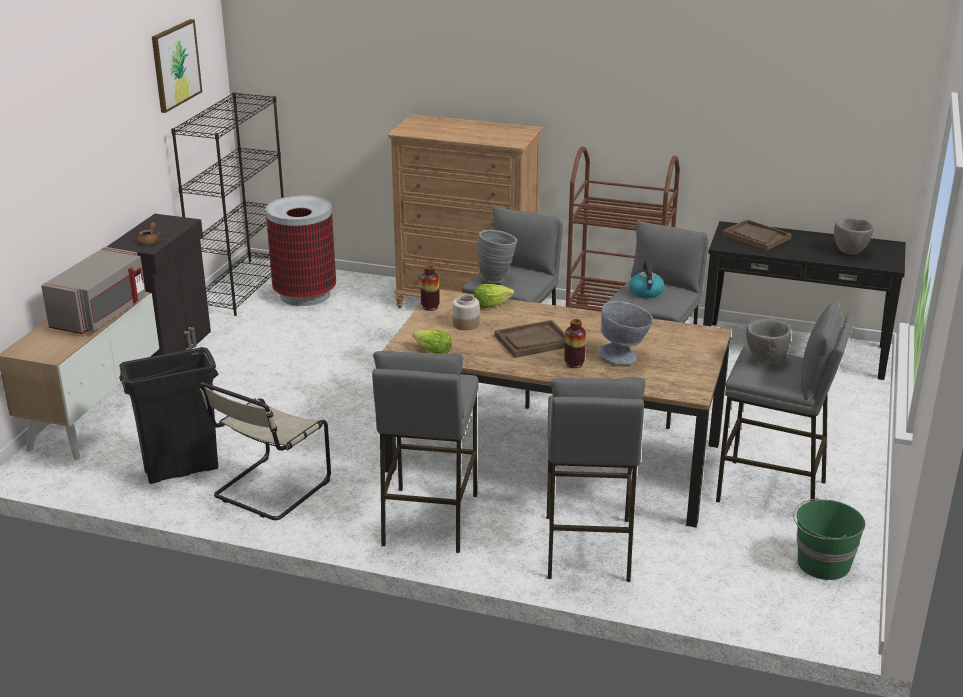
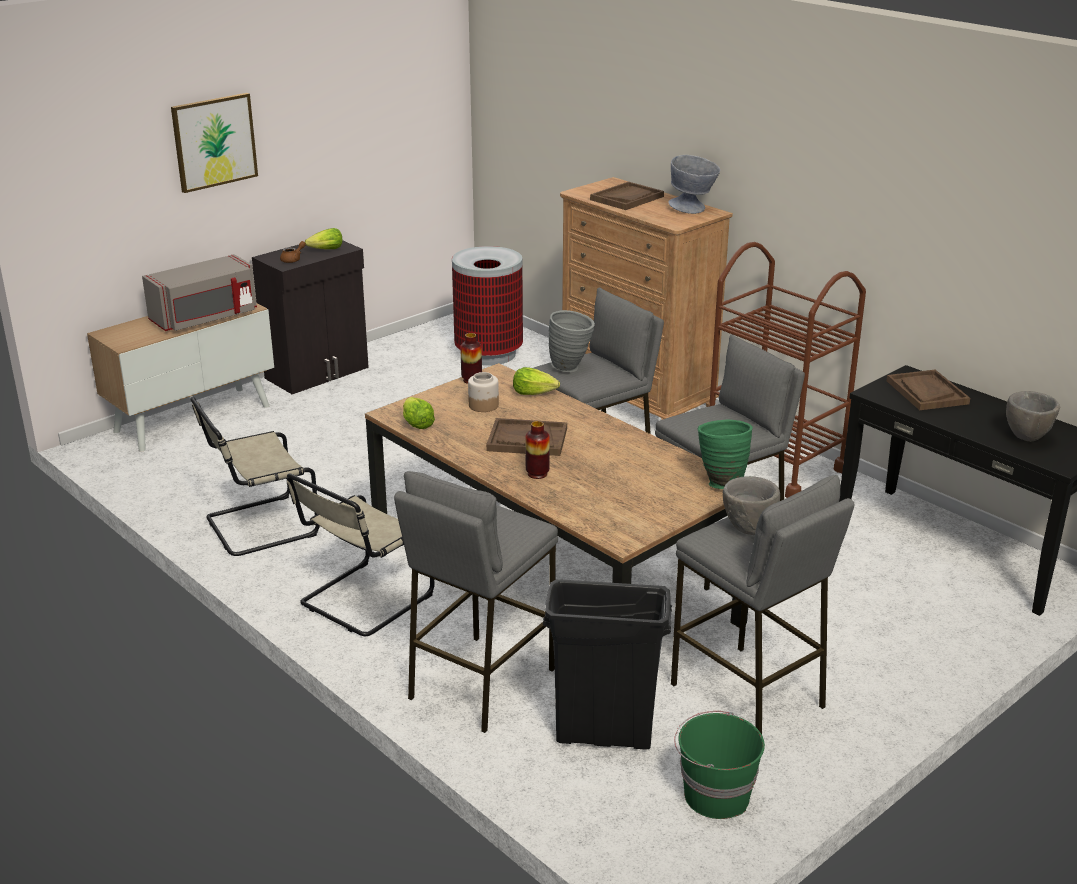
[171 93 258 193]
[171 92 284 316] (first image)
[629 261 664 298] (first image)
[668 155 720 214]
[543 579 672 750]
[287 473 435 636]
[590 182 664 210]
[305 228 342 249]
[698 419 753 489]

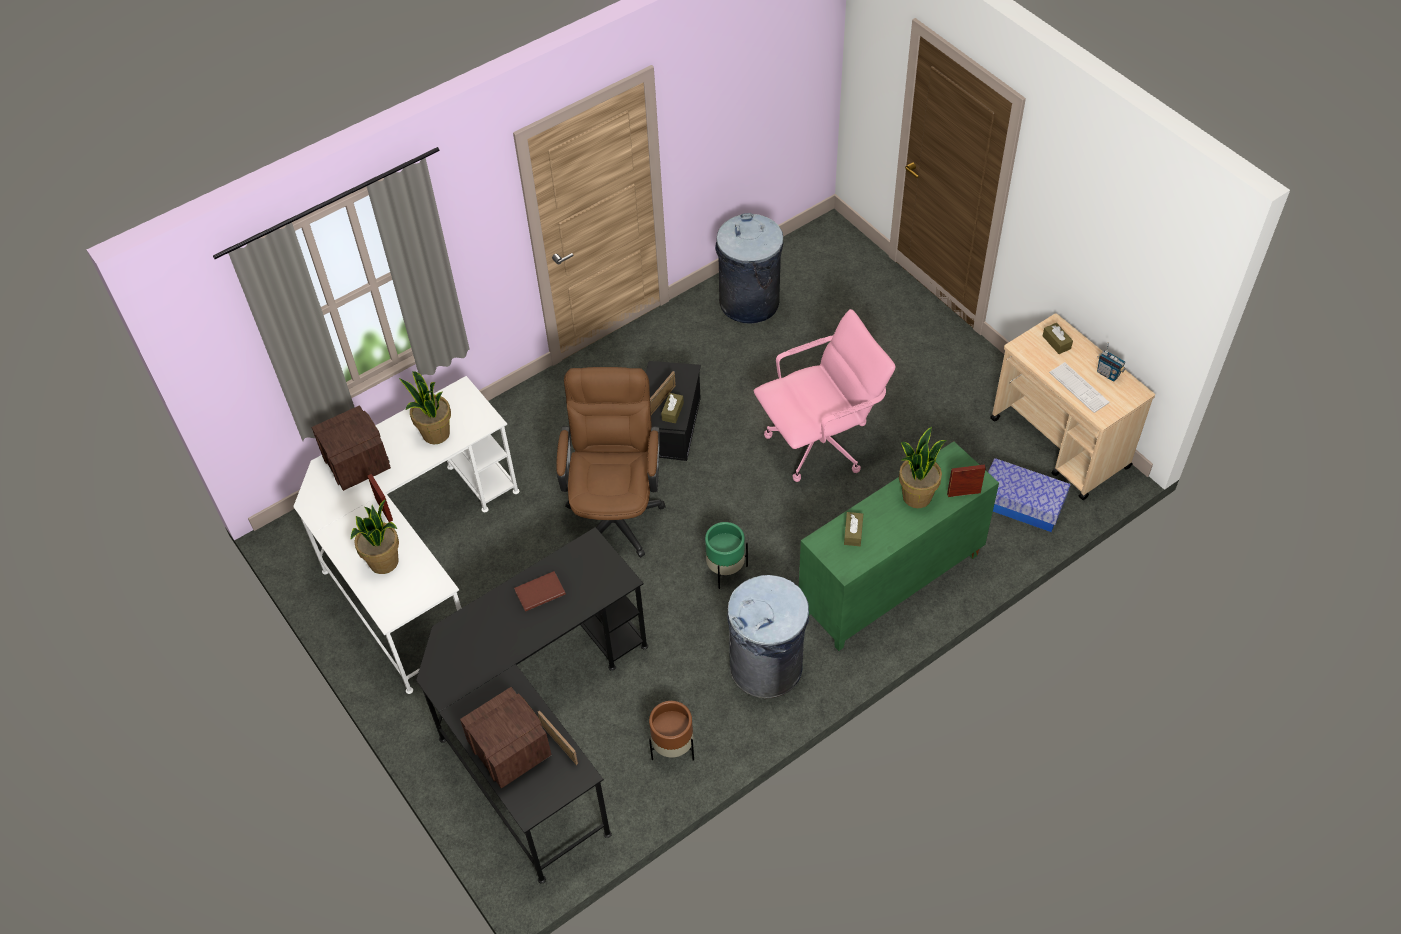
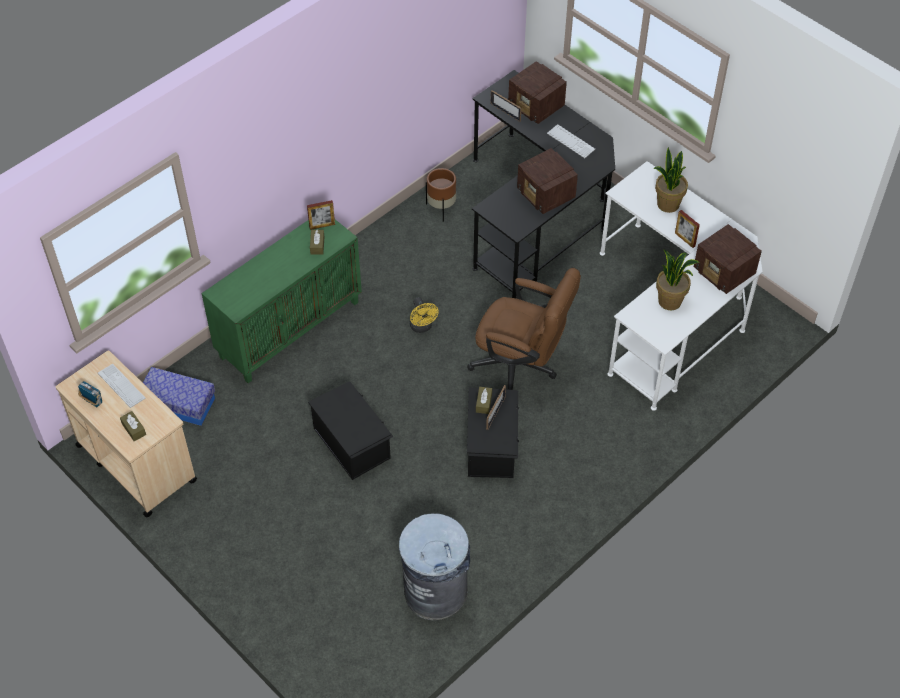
[308 381 393 480]
[467 268 581 390]
[899 427 947 508] (first image)
[307 200 335 230]
[410 297 439 333]
[517 148 578 214]
[728 575 809 699] (first image)
[547 124 595 158]

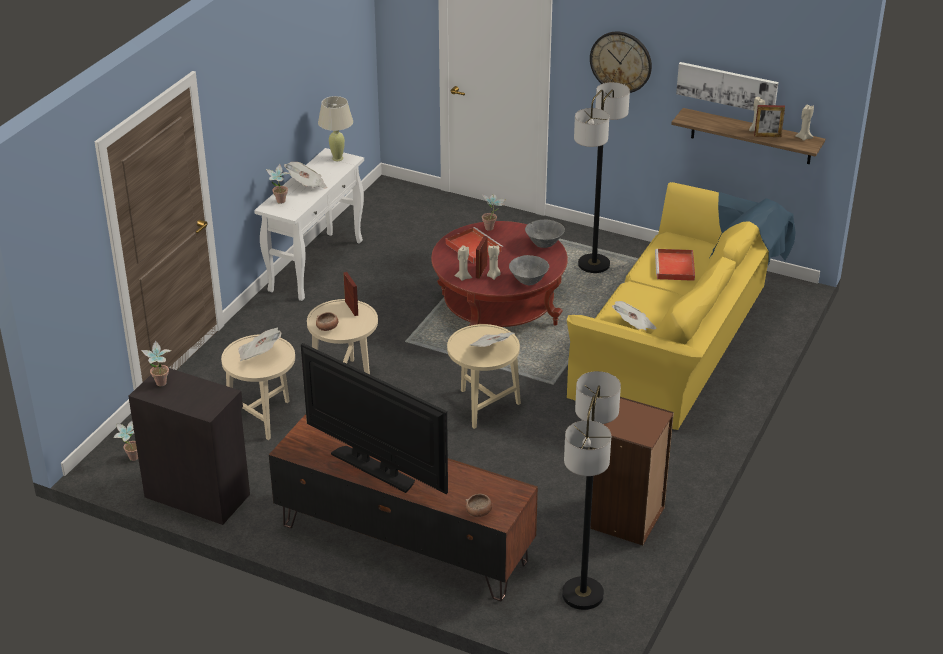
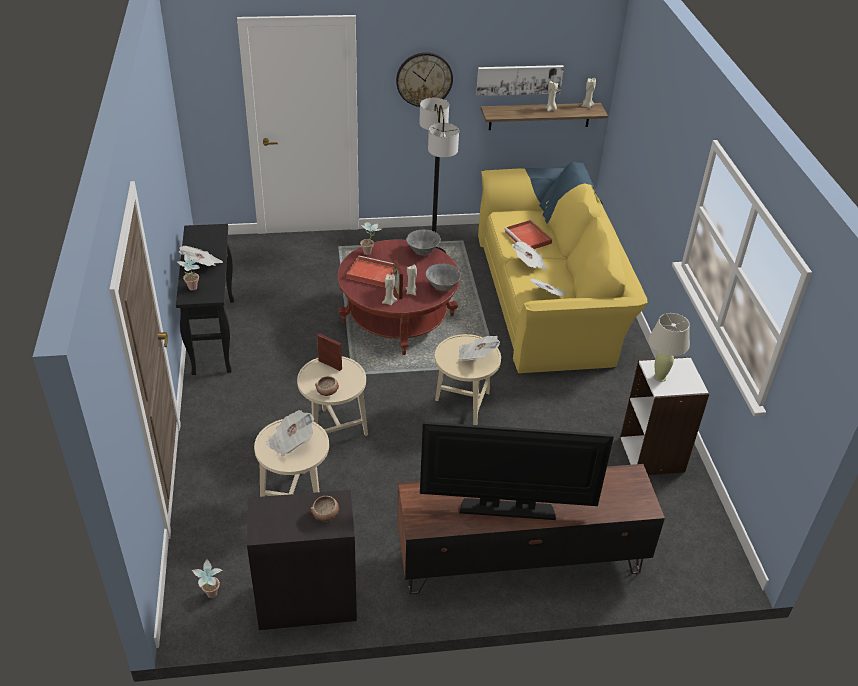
[649 313 690 382]
[754 105 785 137] (first image)
[176 224 234 375]
[141 340 171 386] (first image)
[562 371 621 610] (first image)
[620 356 710 475]
[311 496 339 521]
[512 242 547 270]

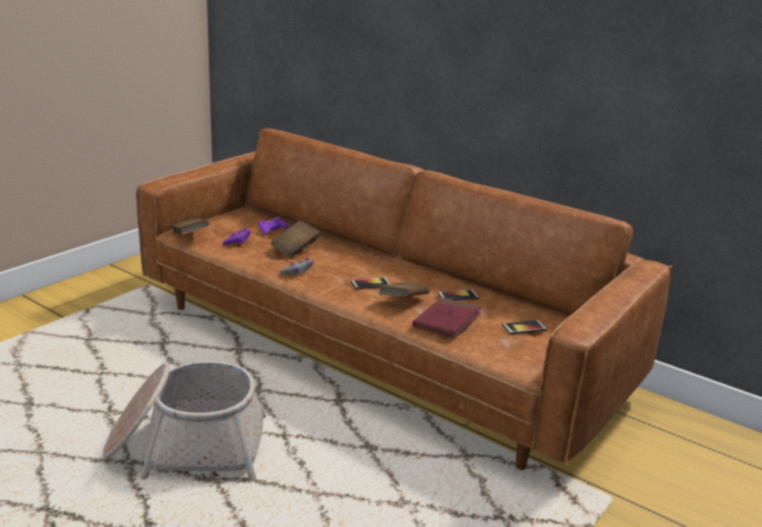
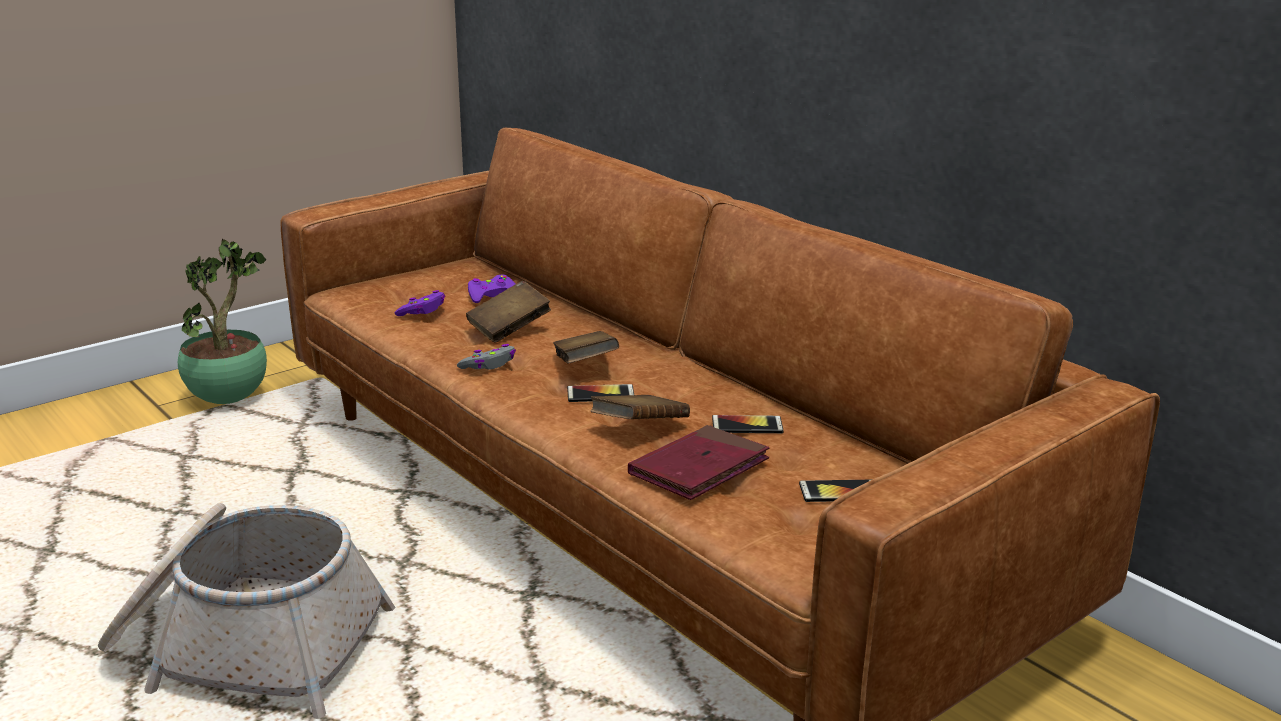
[553 331 619 364]
[178 239 267 404]

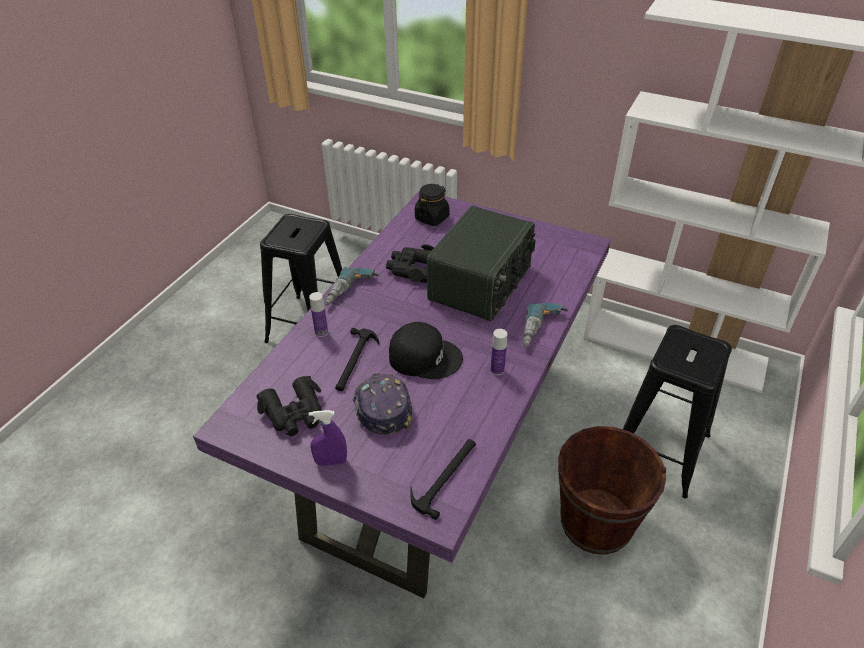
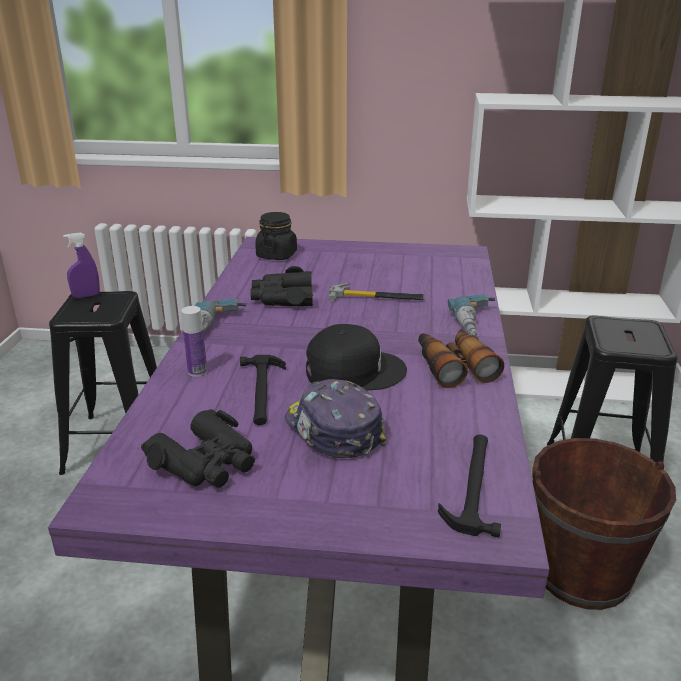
[328 283 424 302]
[418 329 504 388]
[63 233 100 298]

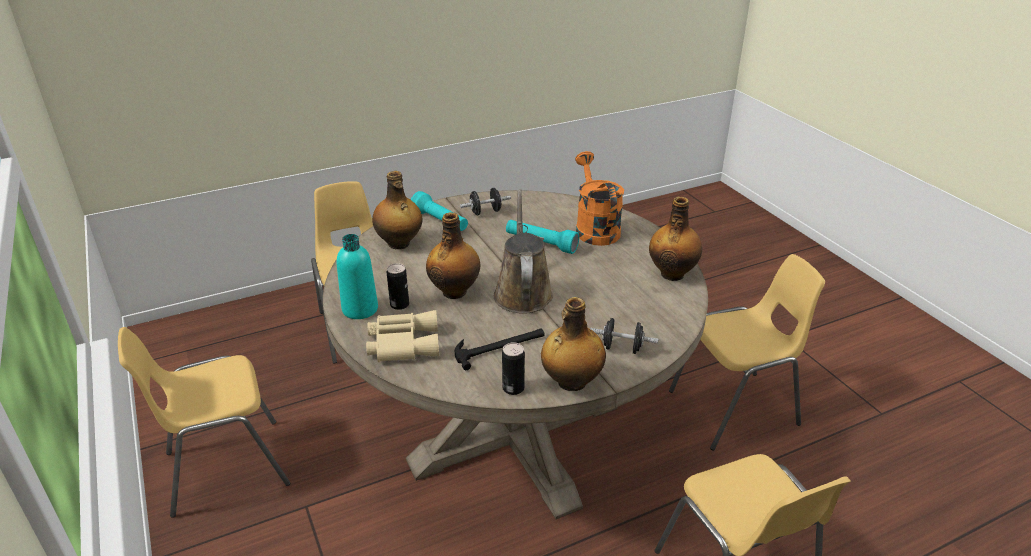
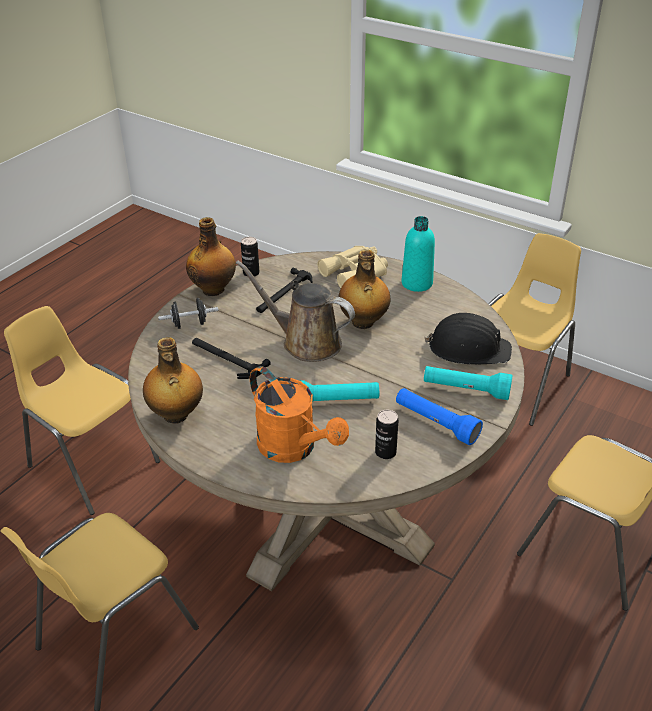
[425 313 512 364]
[396 388 483 445]
[236 260 355 362]
[375 410 398 459]
[192 338 271 379]

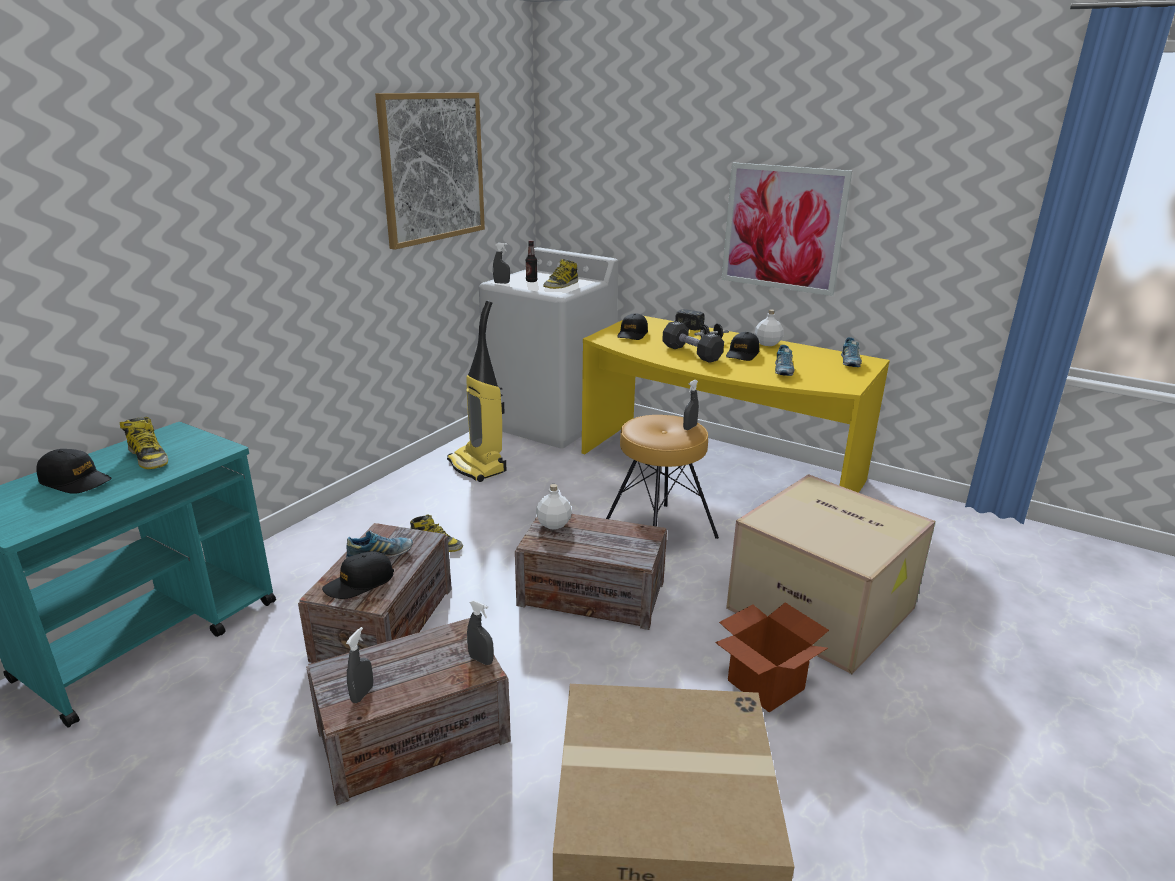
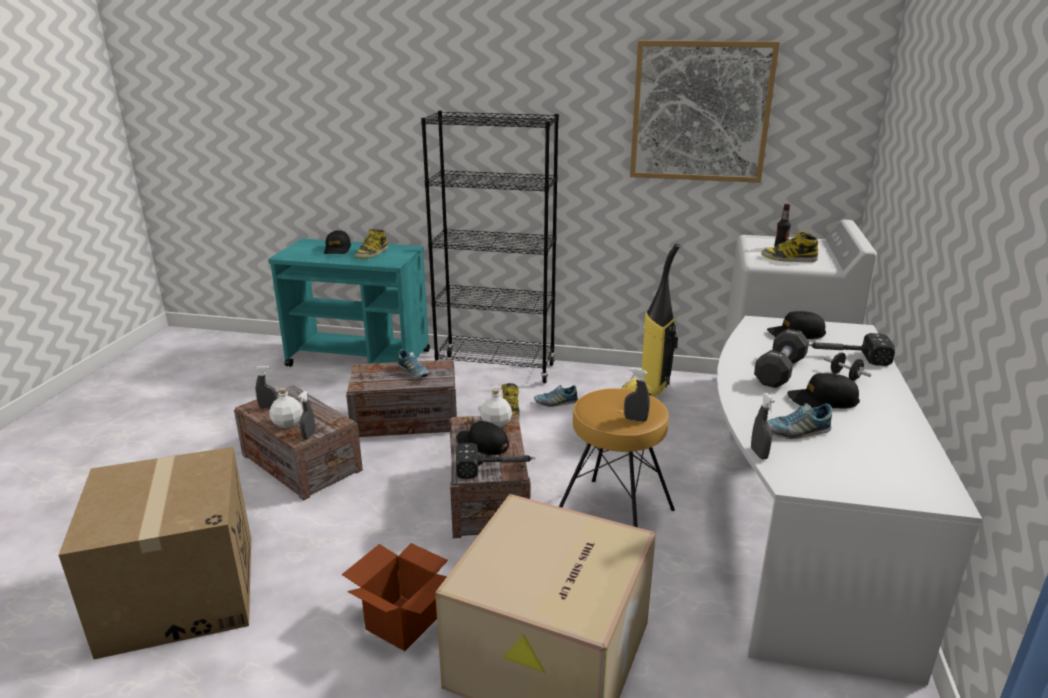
[722 162 852 296] (first image)
[751 393 775 459]
[269 388 303 428]
[716 316 982 686]
[534 385 578 407]
[456 421 509 455]
[421 111 559 383]
[456 443 535 479]

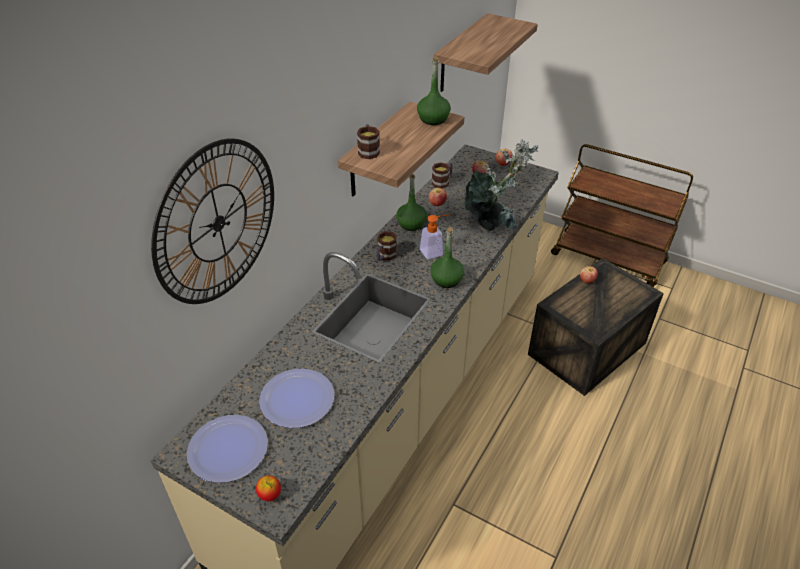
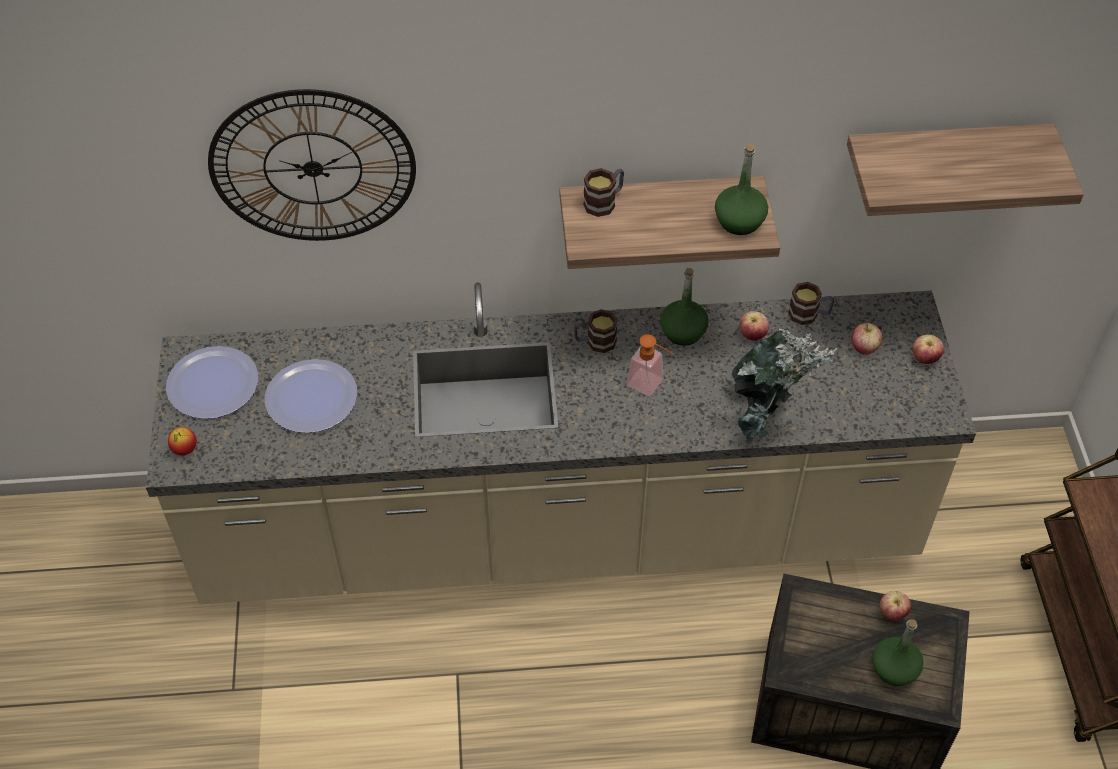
[872 619 924 686]

